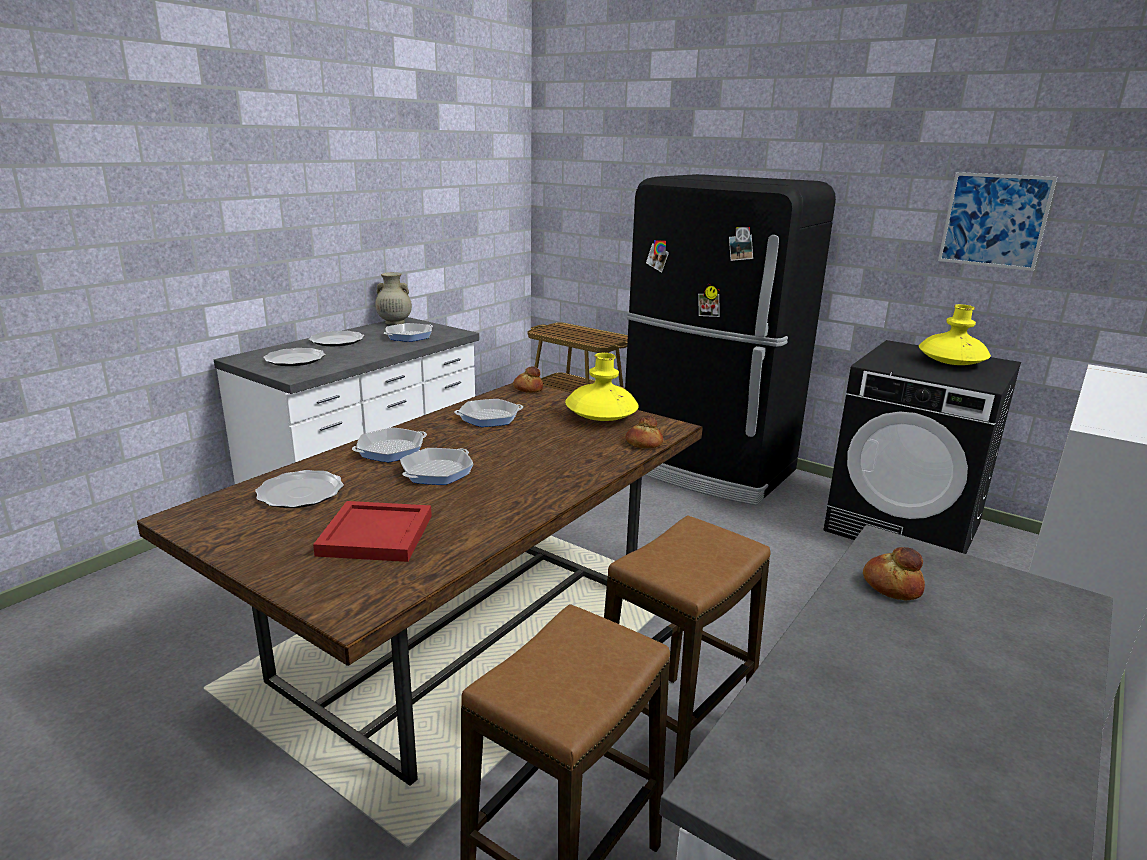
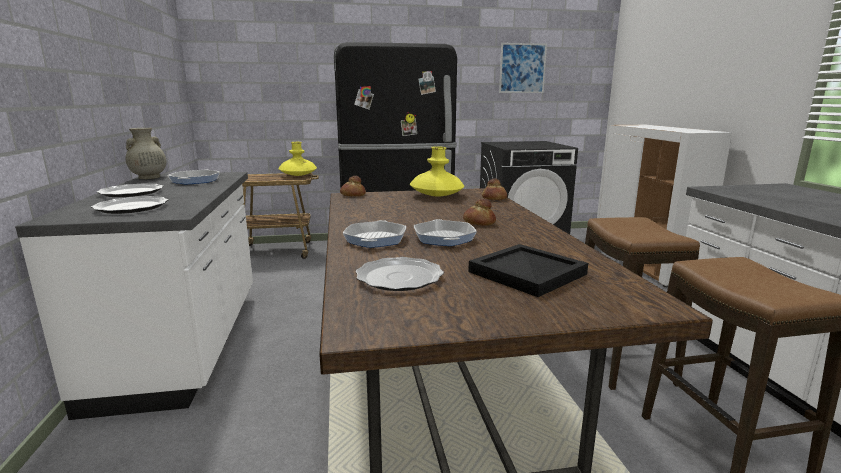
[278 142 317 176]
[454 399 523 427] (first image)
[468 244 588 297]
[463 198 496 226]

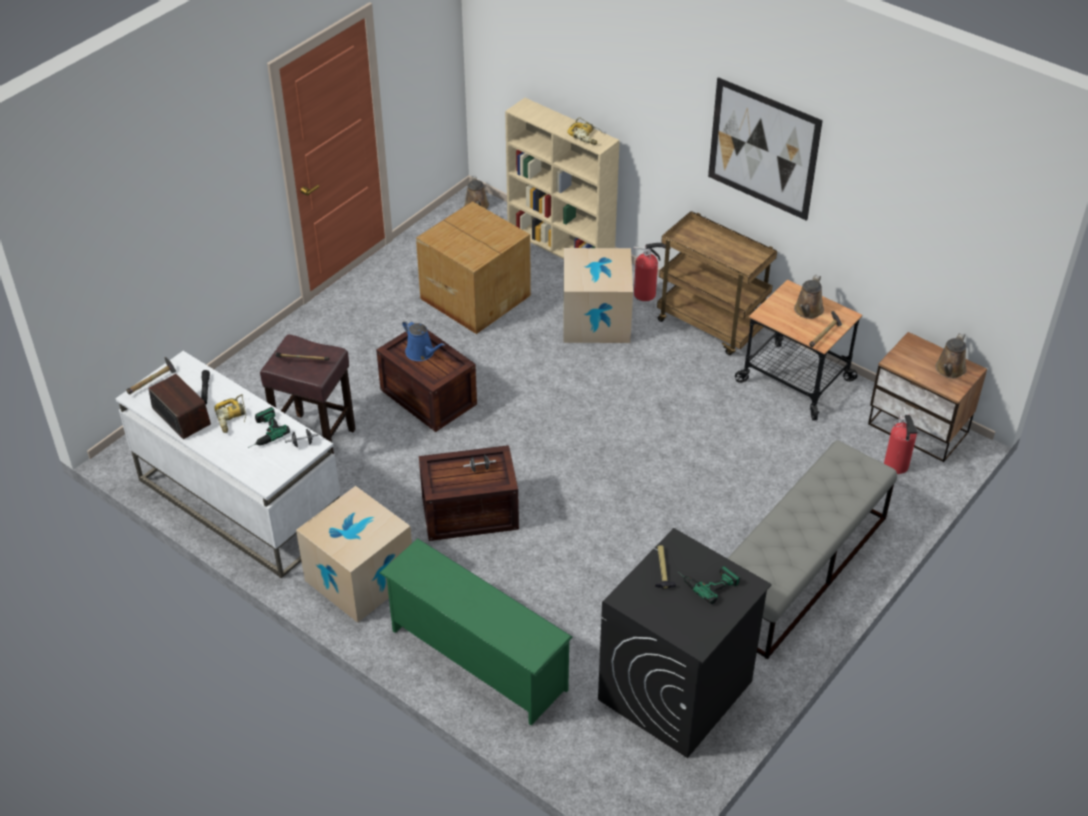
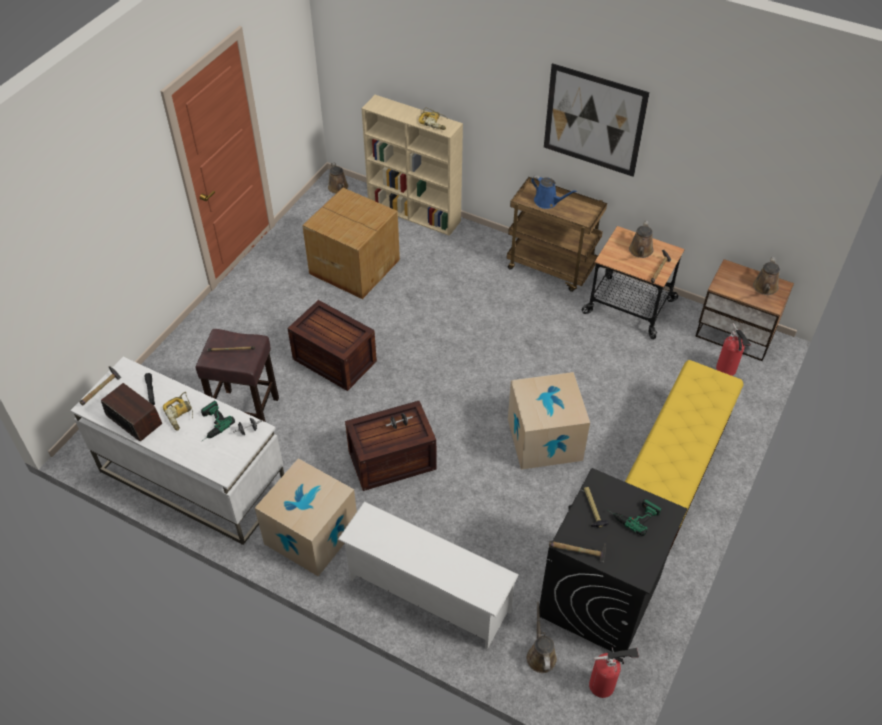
[589 647 639 698]
[508 372 590 470]
[531 175 577 209]
[625 360 743 554]
[338 501 519 649]
[549 541 606 562]
[527 602 557 673]

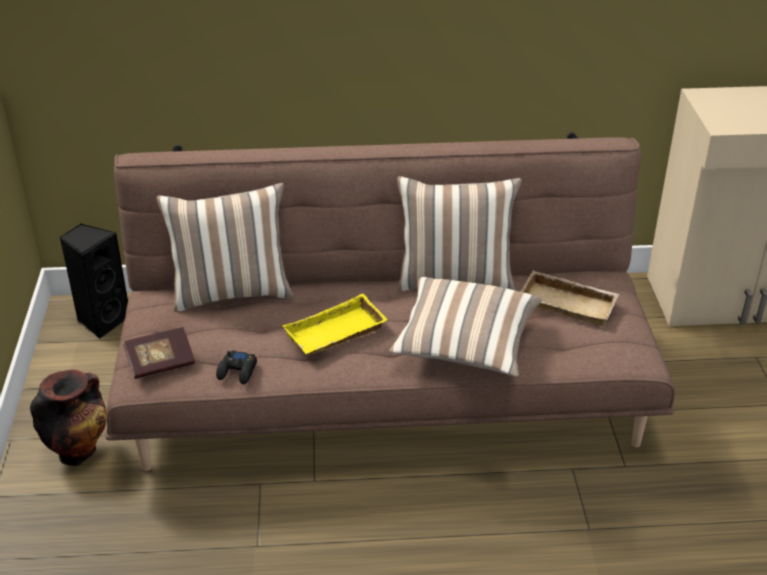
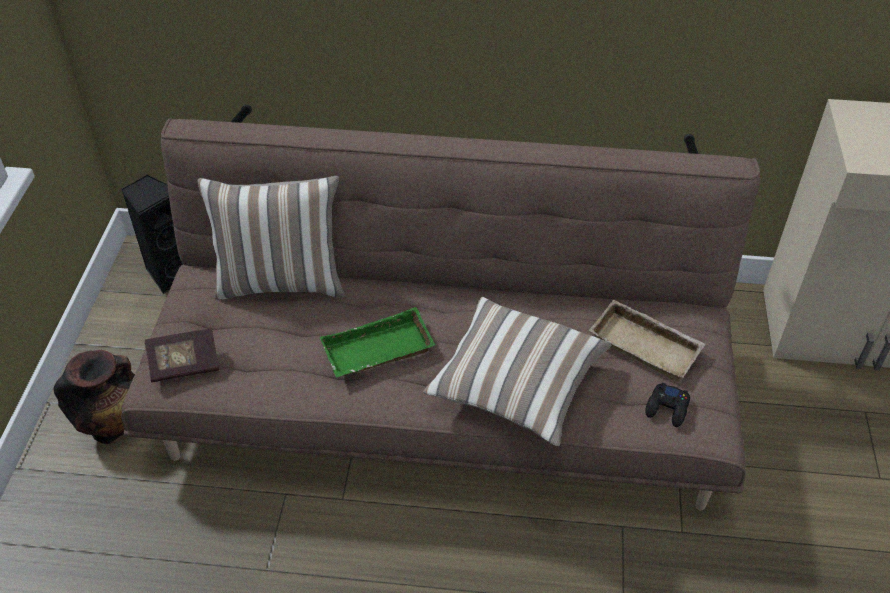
[397 176 522 291] (first image)
[320 307 435 377]
[645 382 690 427]

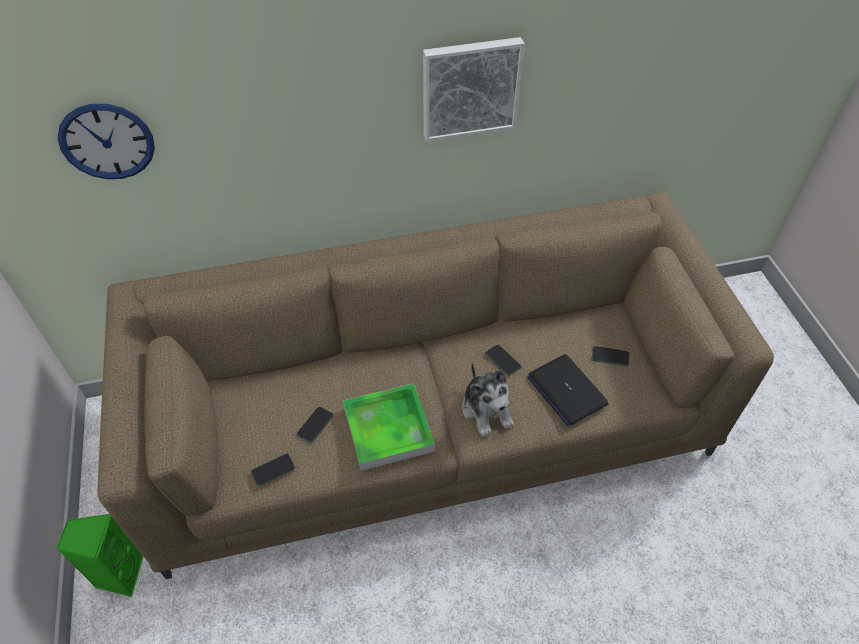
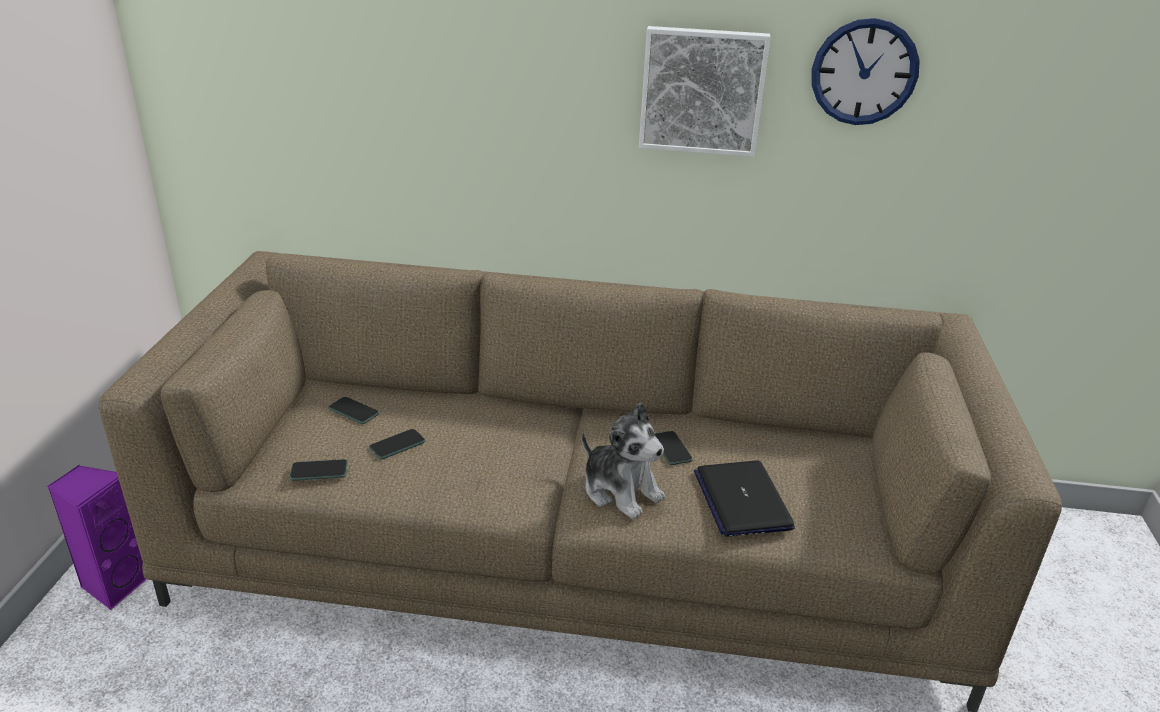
[812 18 920 125]
[328 397 379 424]
[582 402 665 519]
[343 383 435 471] (first image)
[47 464 147 610]

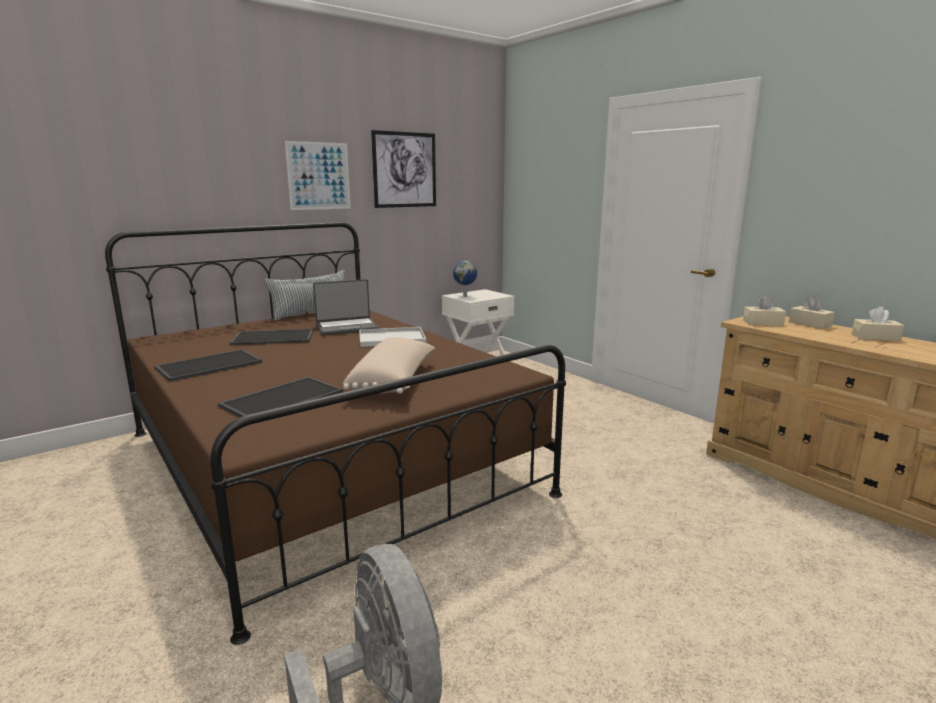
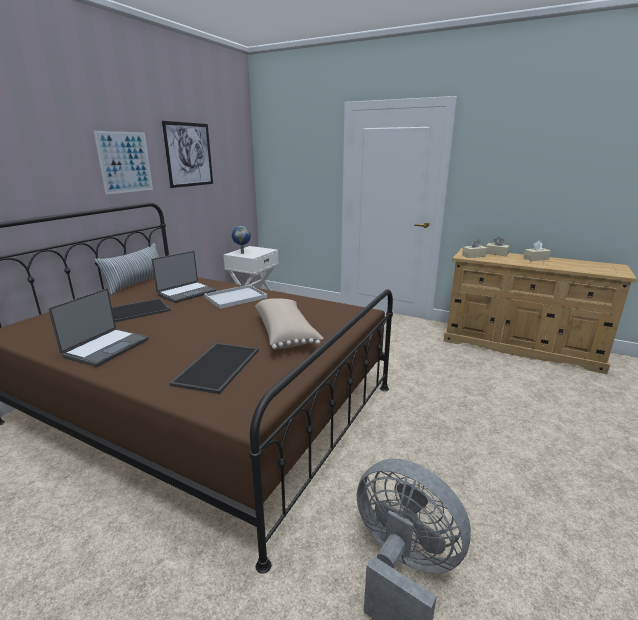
[48 288 148 367]

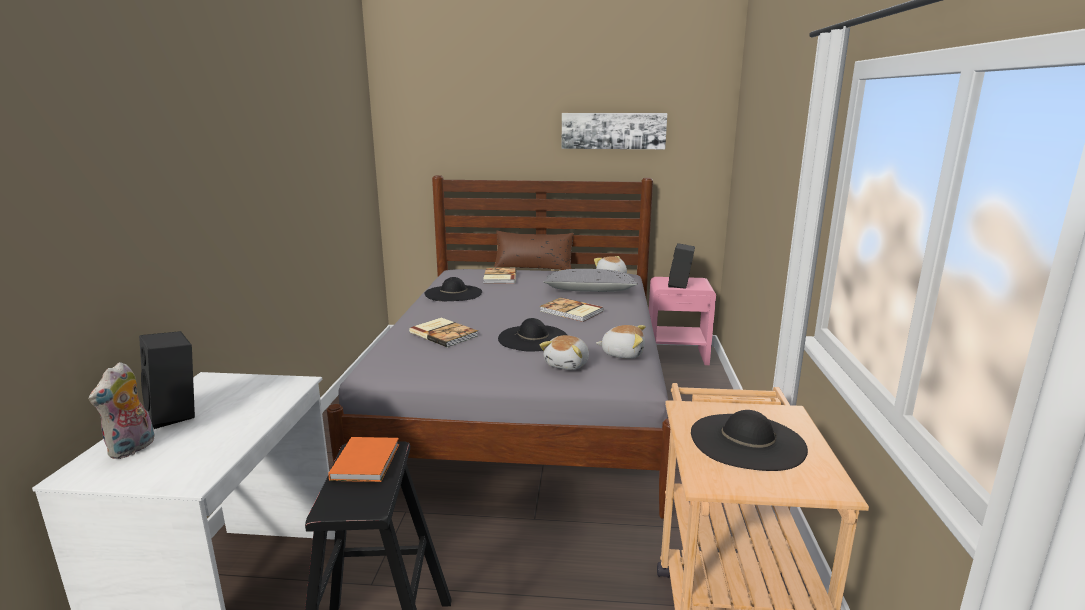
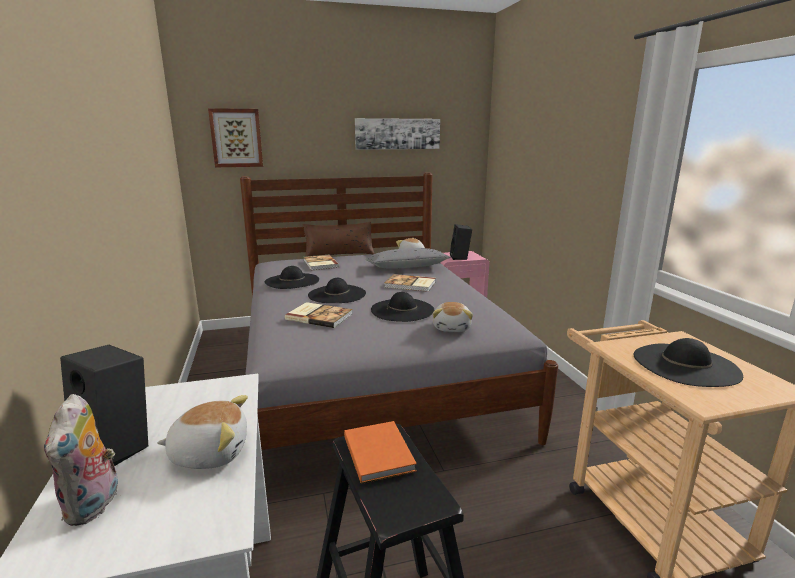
[157 395 248 469]
[208 108 263 167]
[308 278 366 303]

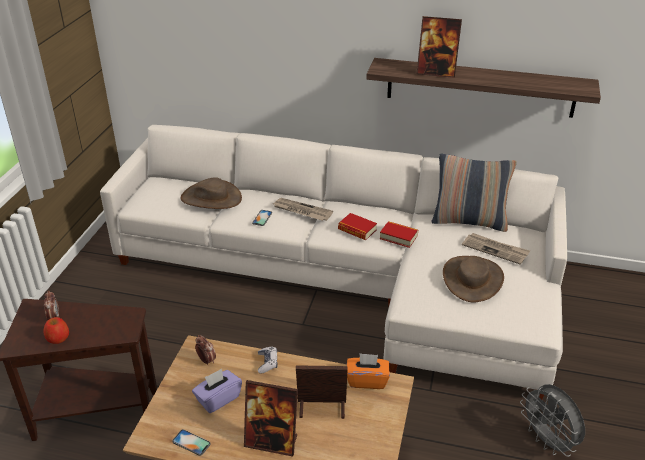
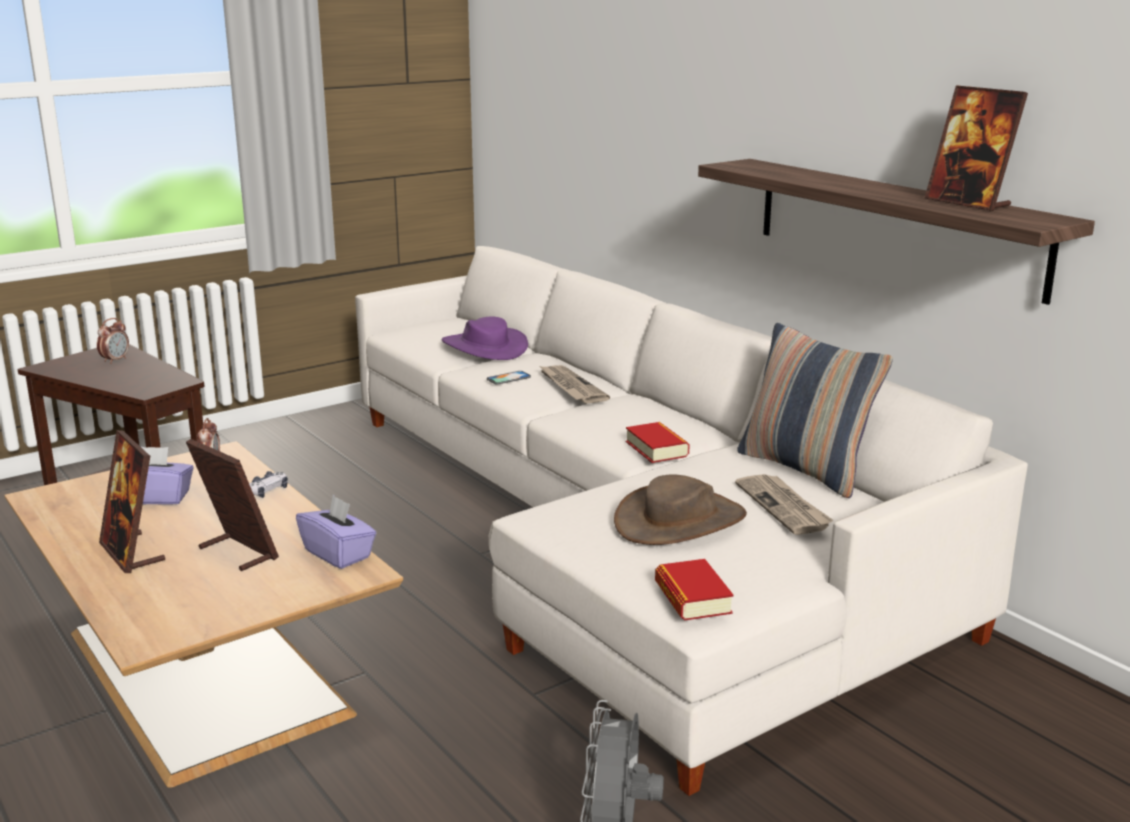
[925 85 1028 211]
[442 316 528 360]
[655 559 734 620]
[44 317 69 344] (first image)
[296 495 377 569]
[172 429 210 456] (first image)

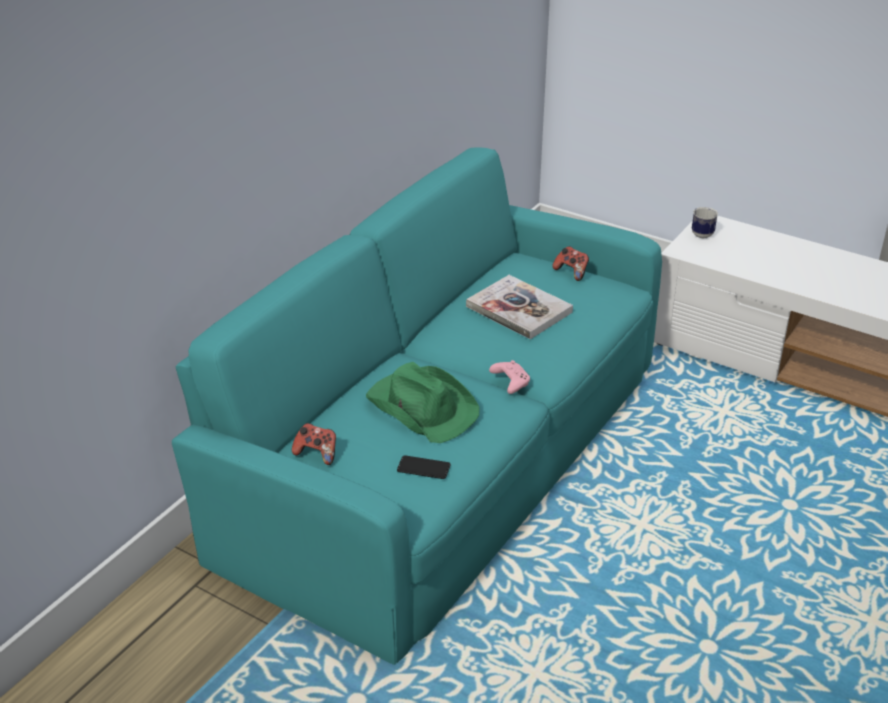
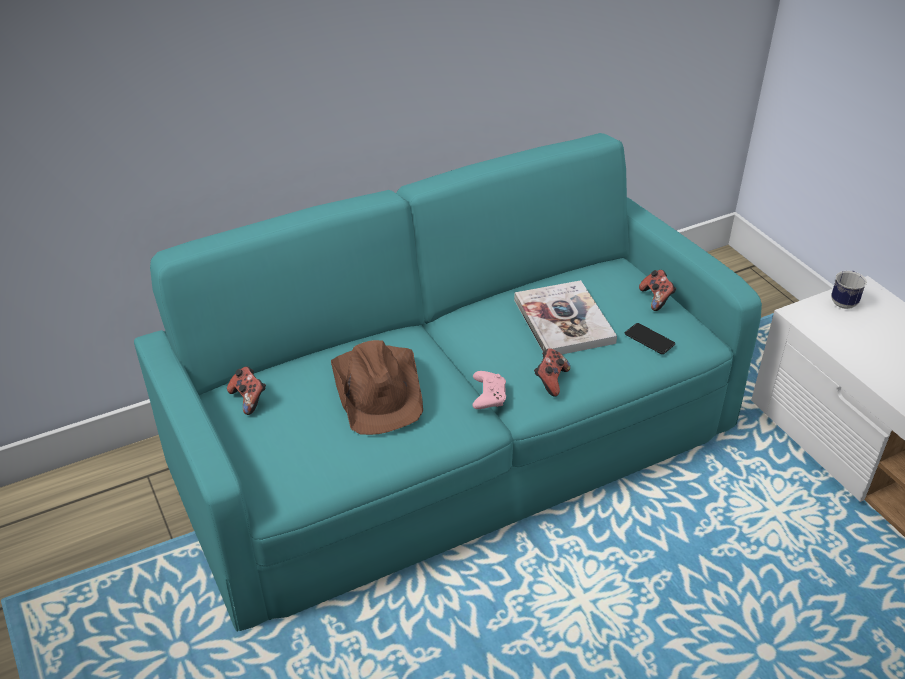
[331 340 423 435]
[625 323 675 354]
[534 348 570 397]

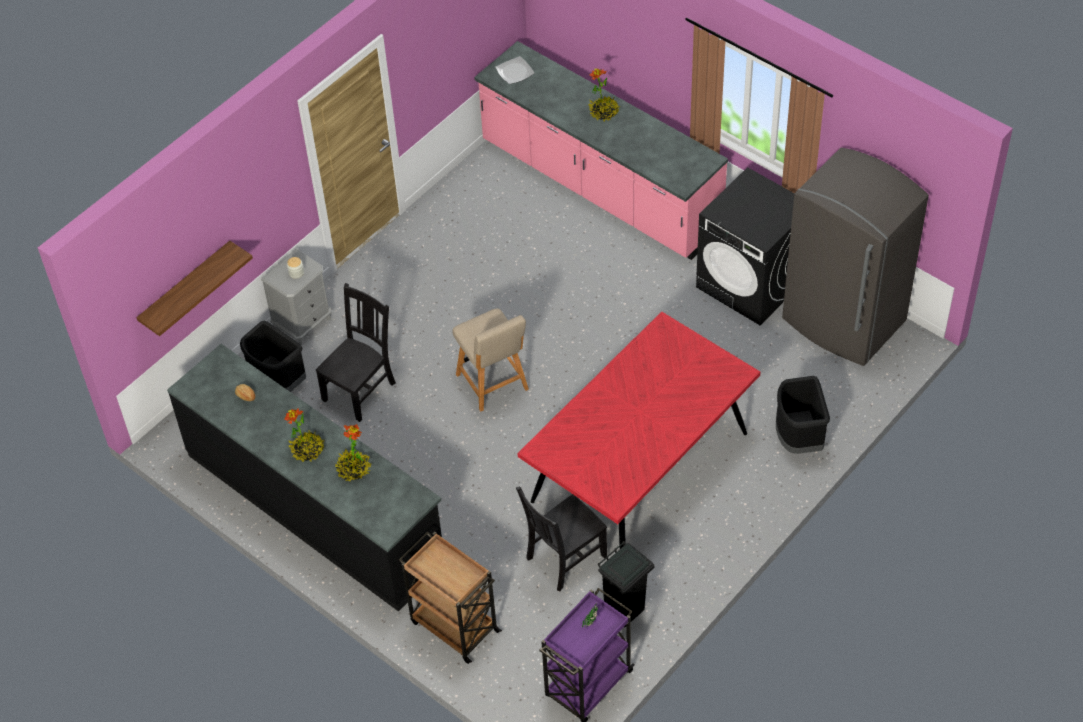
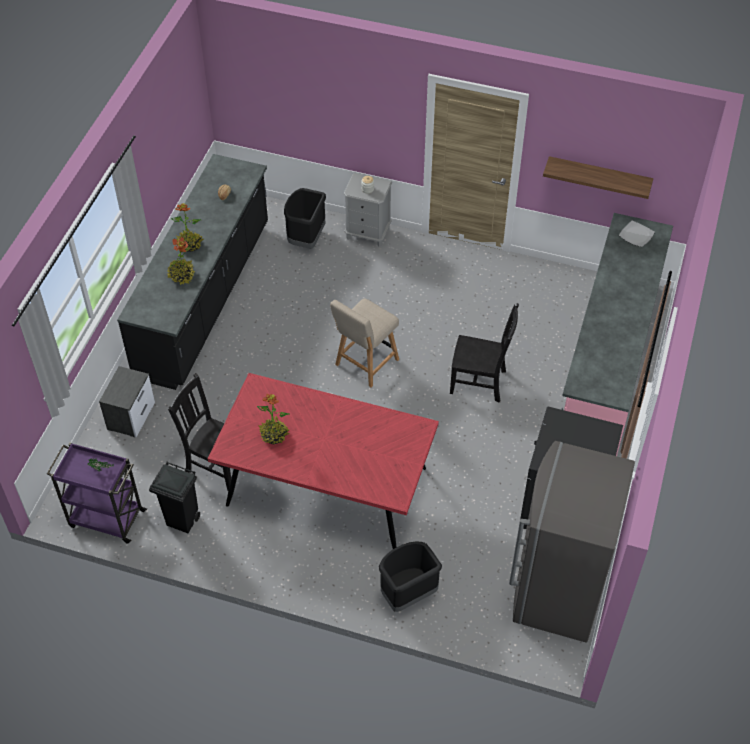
[257 394 290 444]
[543 156 653 199]
[450 303 519 402]
[99 366 155 437]

